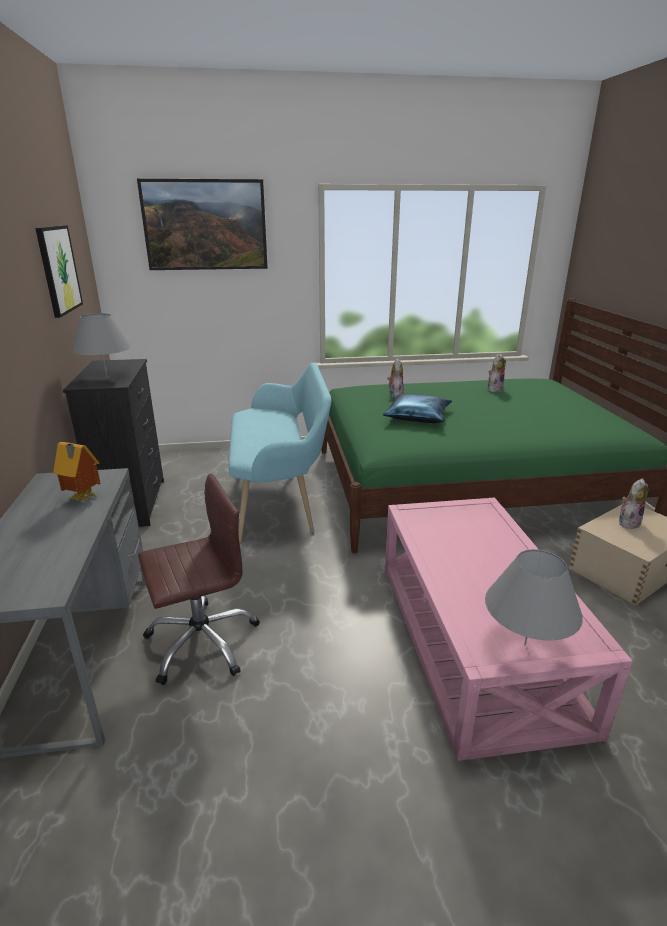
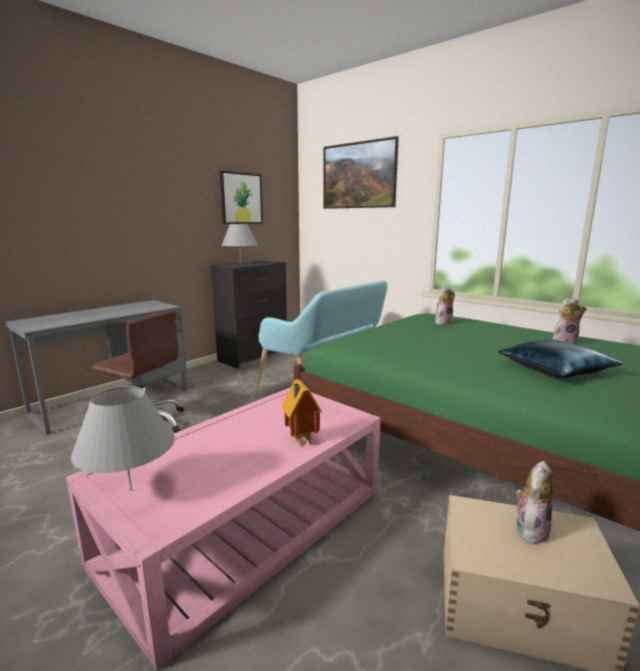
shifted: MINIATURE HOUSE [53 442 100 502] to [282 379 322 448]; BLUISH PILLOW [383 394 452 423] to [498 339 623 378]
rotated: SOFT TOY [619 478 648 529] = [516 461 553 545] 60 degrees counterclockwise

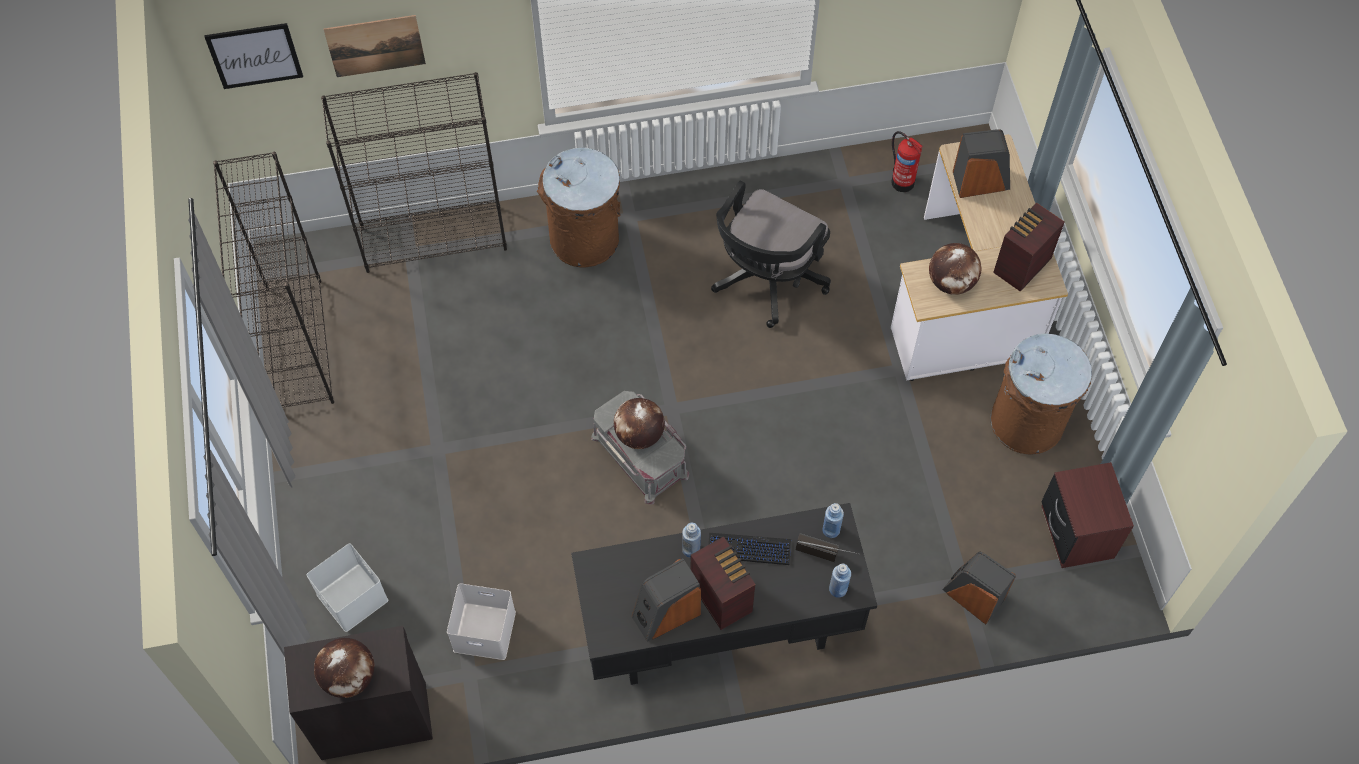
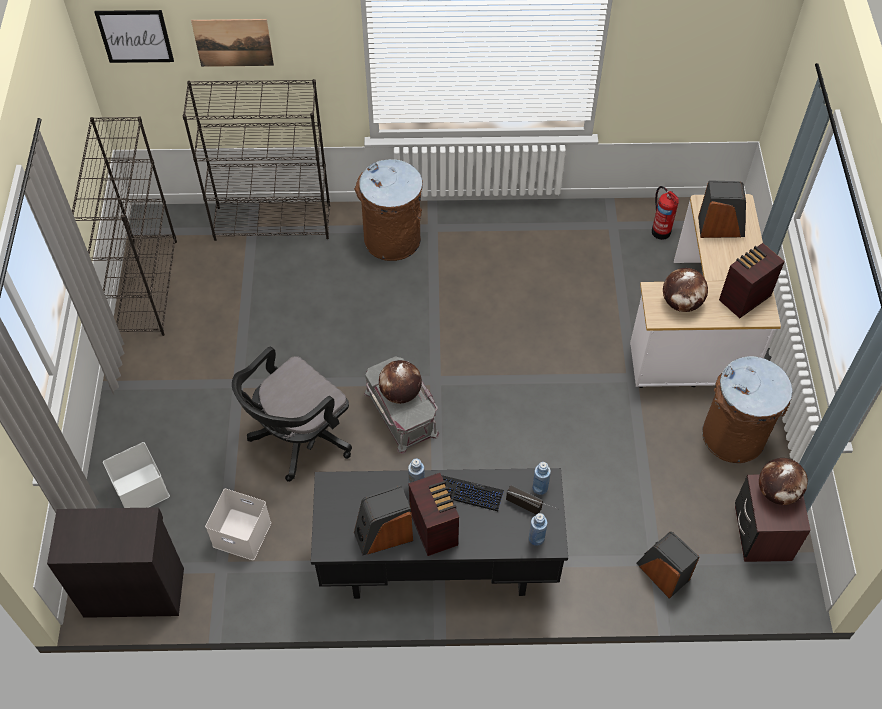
shifted: WORLD GLOBE [314 638 374 698] to [759 458 808 505]; BLACK-COLOURED COMPUTER CHAIR [711 181 831 328] to [232 346 352 482]

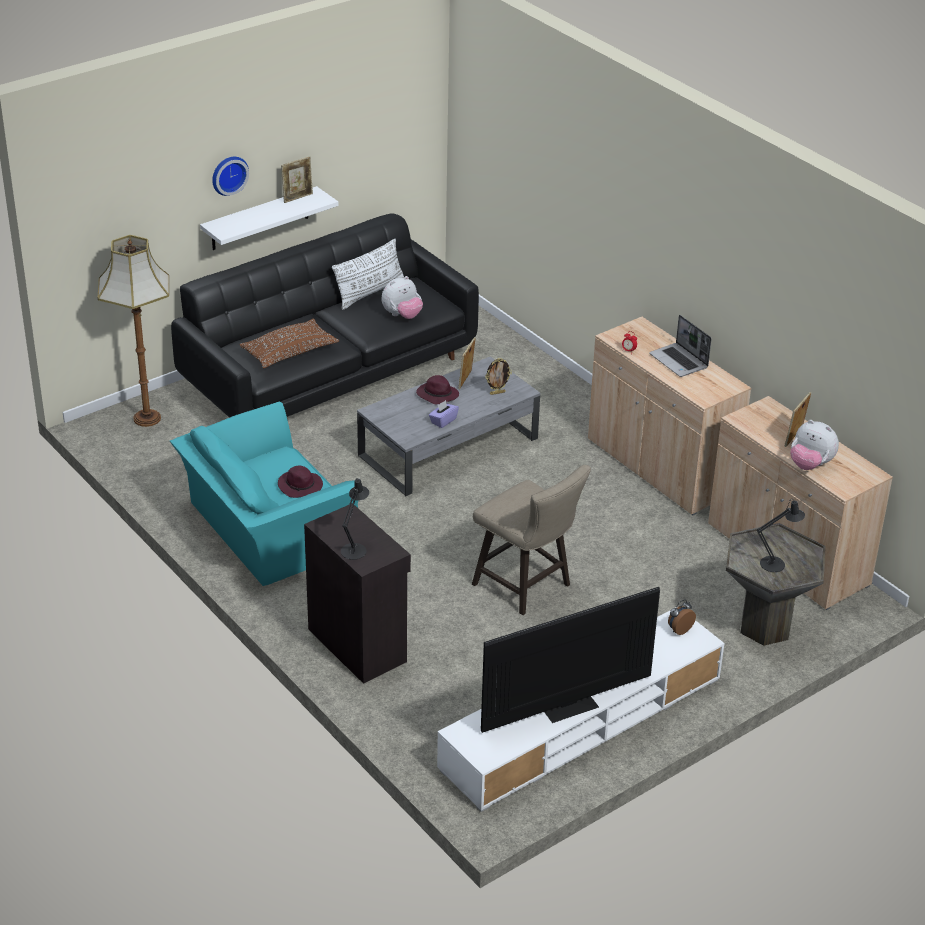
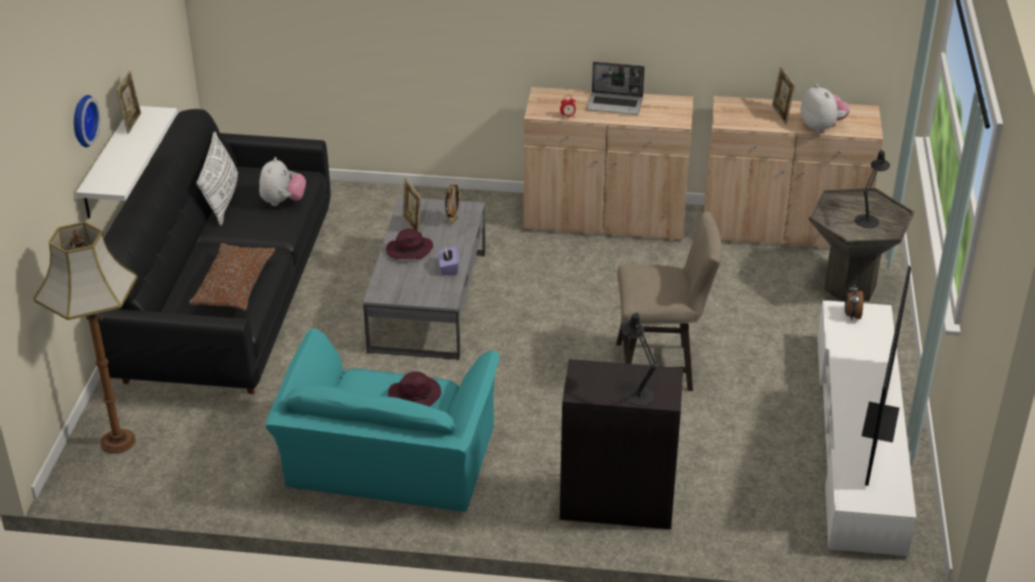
rotated: SOFT TOY [790 420 839 470] = [800 84 850 133] 105 degrees counterclockwise

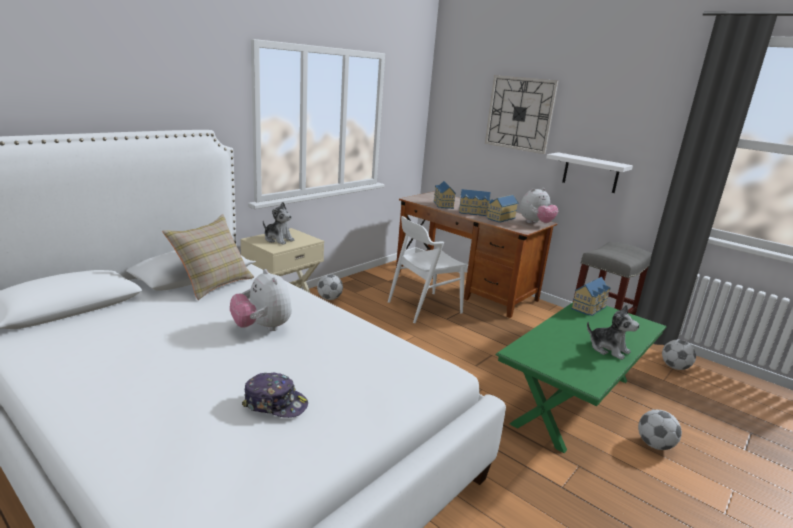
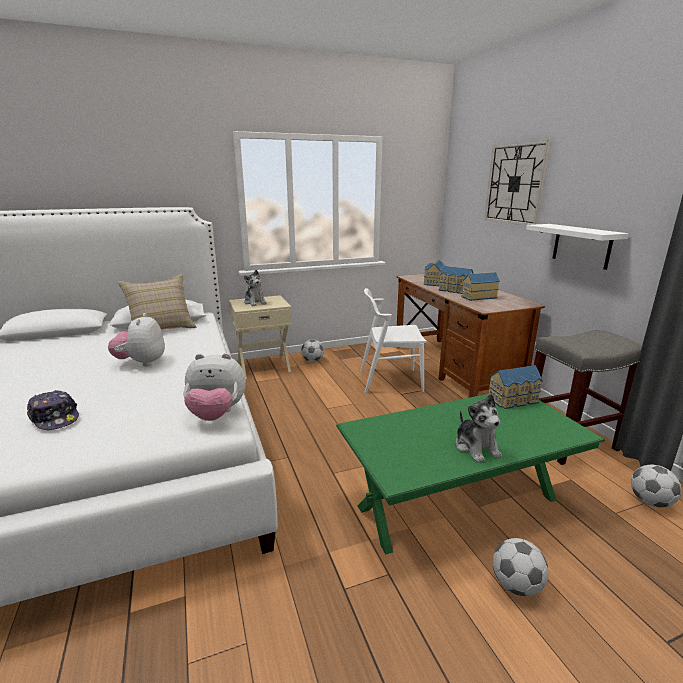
shifted: SOFT TOY [520 188 558 223] to [183 353 246 421]

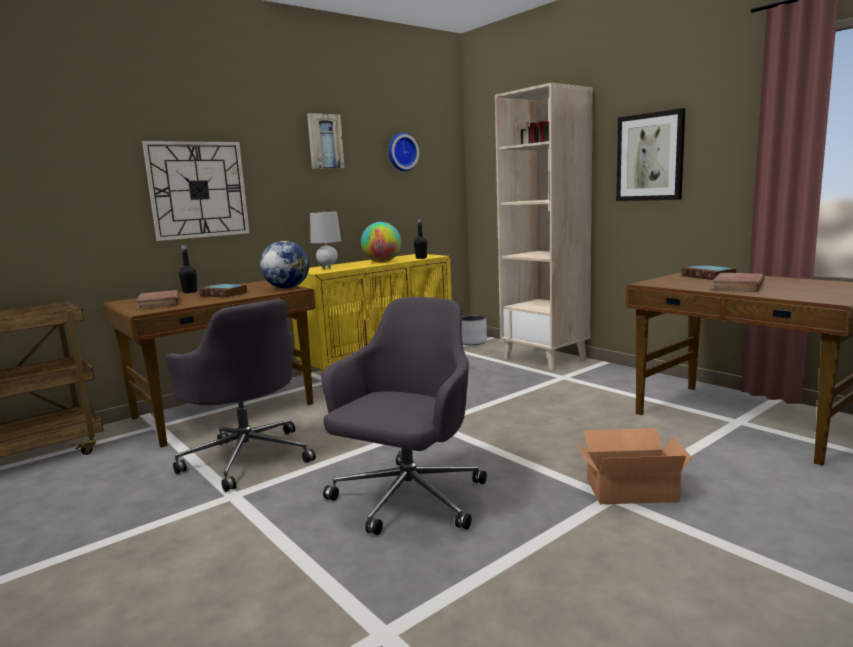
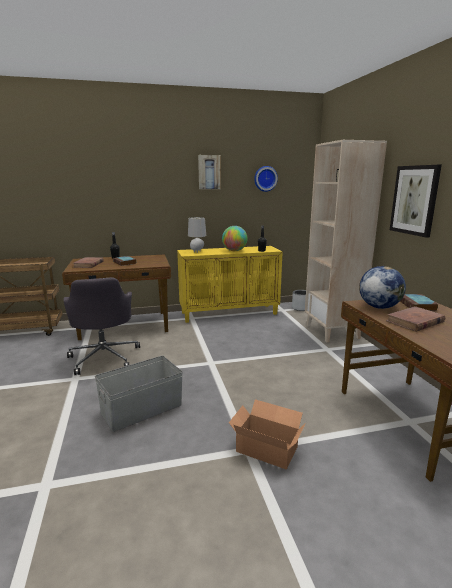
gone: WALL CLOCK [142 141 249 241]
shifted: WORLD GLOBE [260 240 309 289] to [359 266 406 309]
swapped: GREY COMPUTER CHAIR [322 297 487 535] to GREY STORAGE BIN [95 356 183 432]

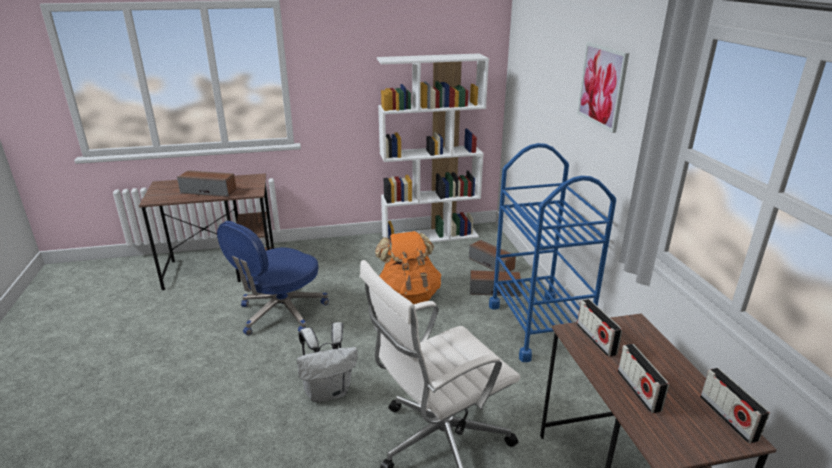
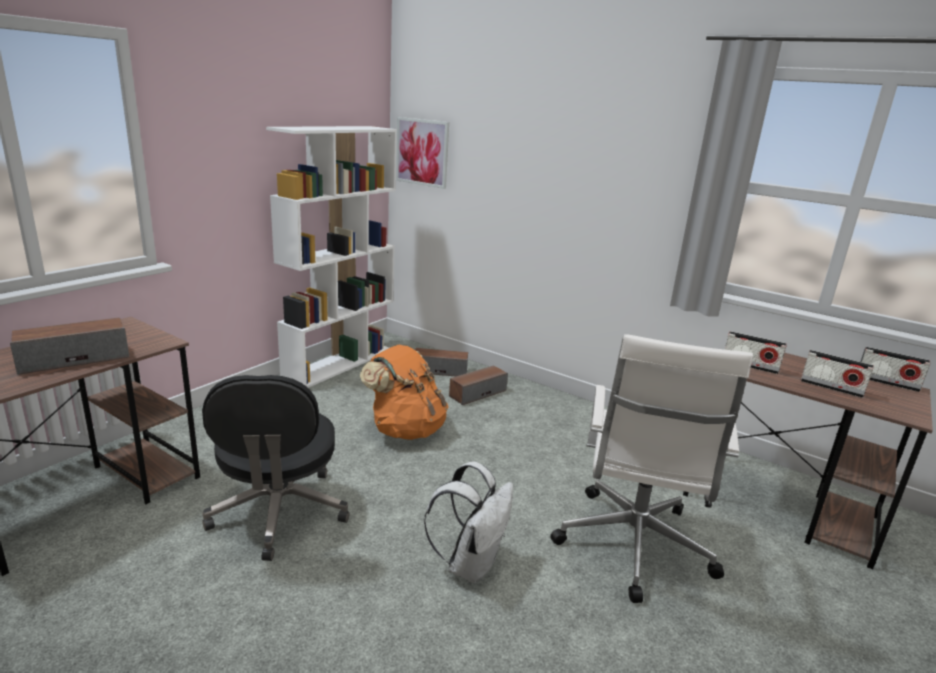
gone: BLUISH CART [489 143 616 362]
shifted: WALL PICTURE [577 42 629 133] to [396 117 449 189]
repainted: BLUISH COMPUTER CHAIR [217 221 329 335] to BLACK-COLOURED COMPUTER CHAIR [202 375 350 561]

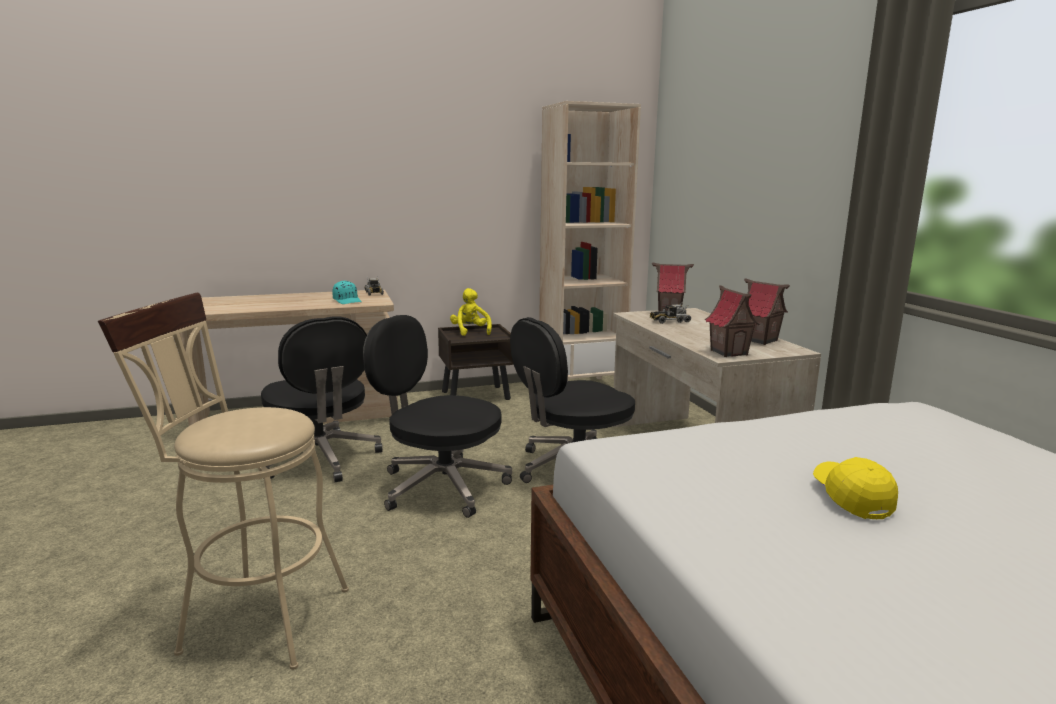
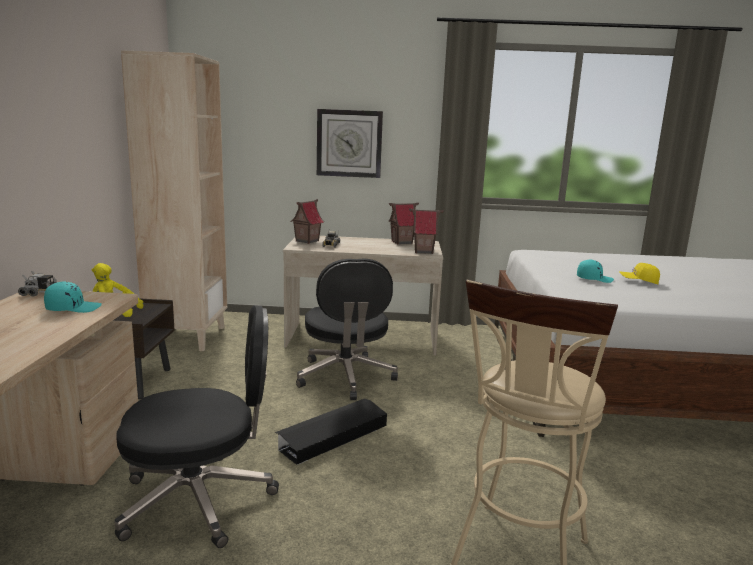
new: WALL CLOCK [317 109 383 178]; TURQUOISE CAP [577 260 614 283]
swapped: BLACK-COLOURED COMPUTER CHAIR [363 315 512 518] to BLACK-COLOURED STORAGE BIN [275 398 387 465]

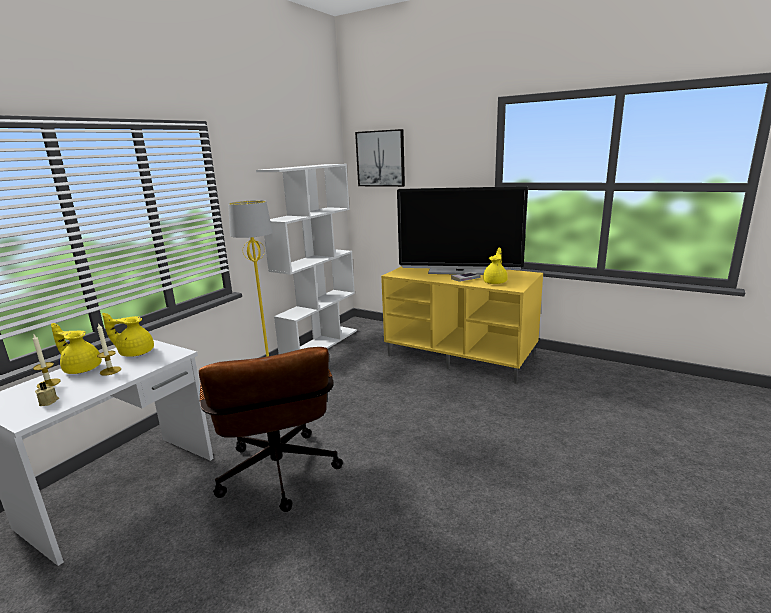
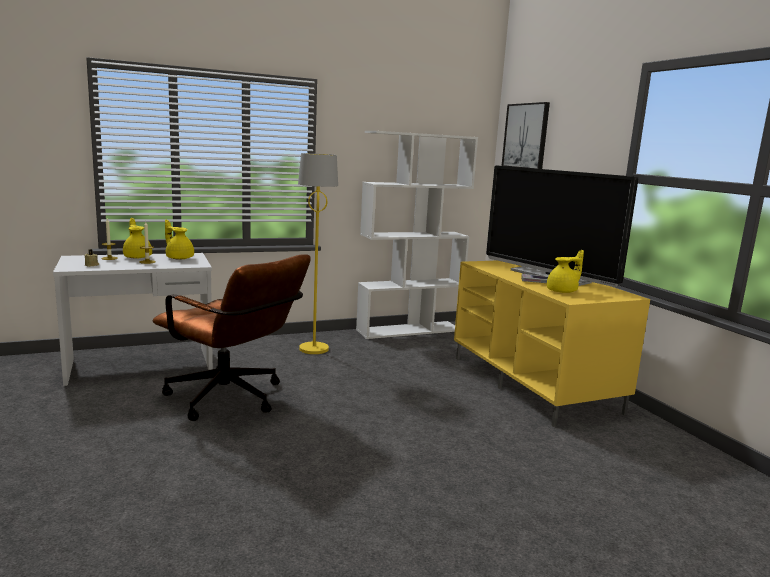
rotated: BROWNISH COMPUTER CHAIR [199 347 343 512] = [152 254 311 421] 75 degrees counterclockwise

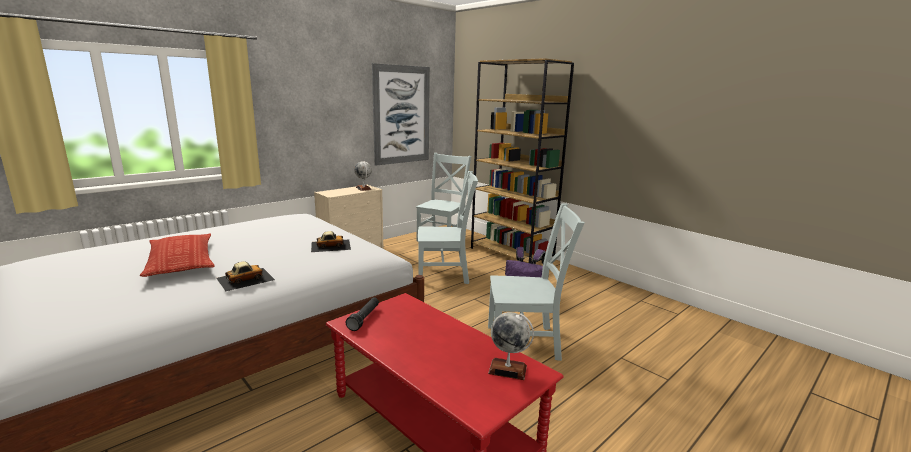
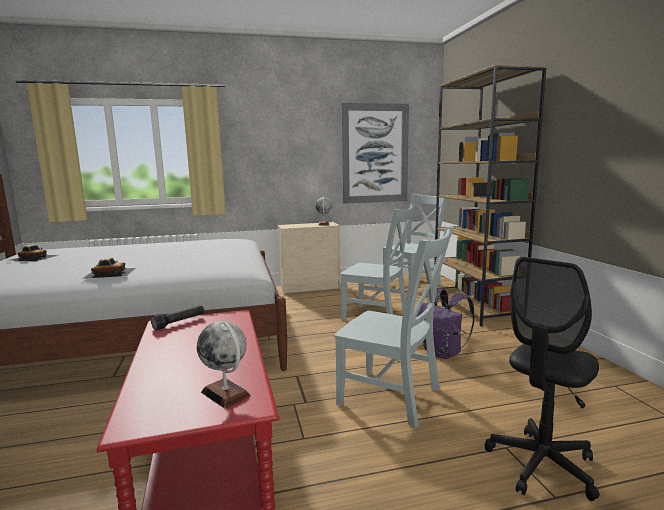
gone: PILLOW [140 233 215 277]
new: BLACK-COLOURED COMPUTER CHAIR [485 257 599 501]
shifted: TOY CAR [311 231 351 252] to [10 245 59 261]

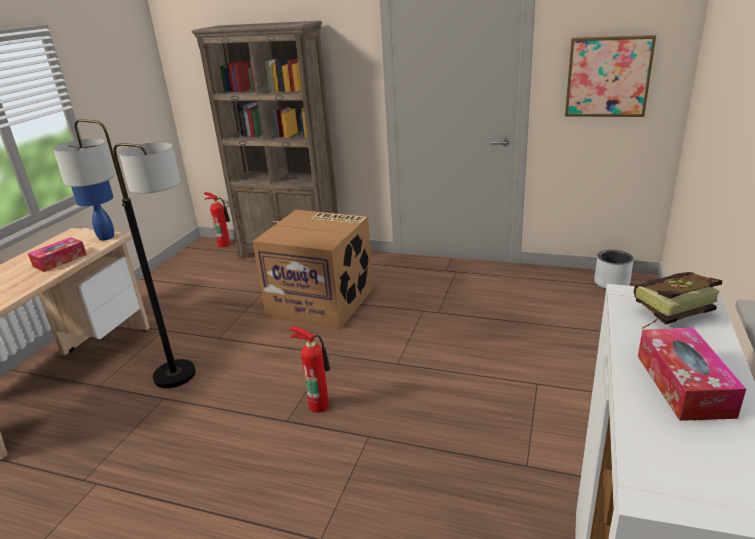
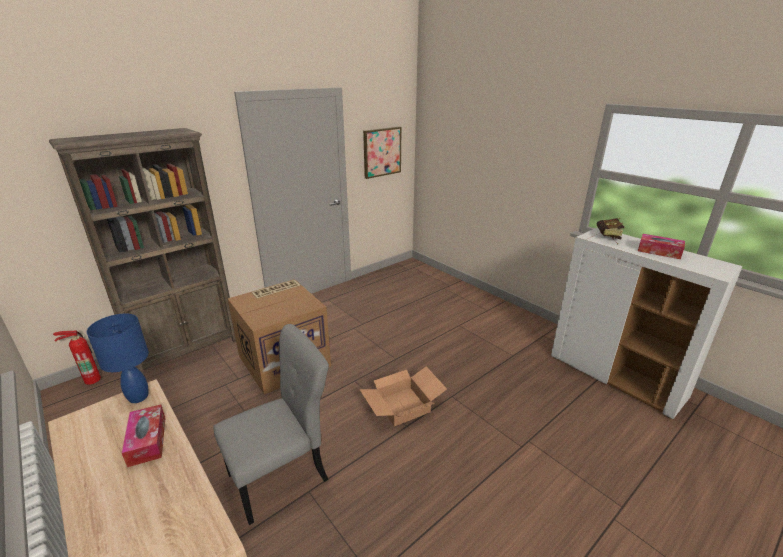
gone: GREY PLANTER [594 250 634 289]
swapped: STANDING LAMP [53 119 196 388] to GREY CHAIR [213 324 329 525]; EXTINGUISHER [290 326 330 413] to CARTON [359 366 447 426]

